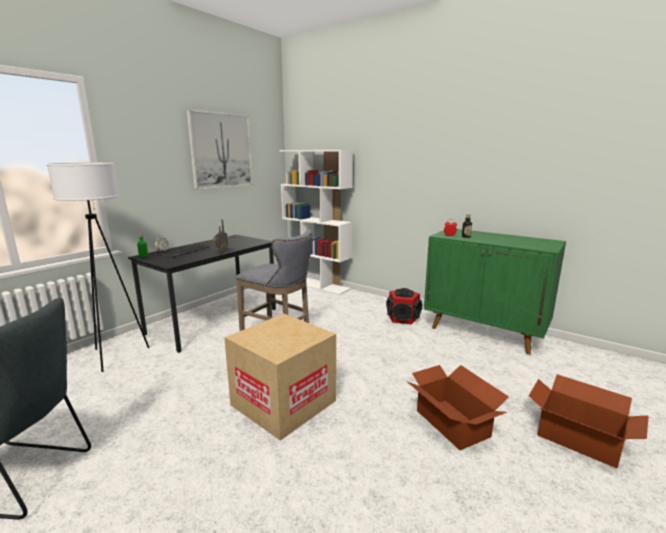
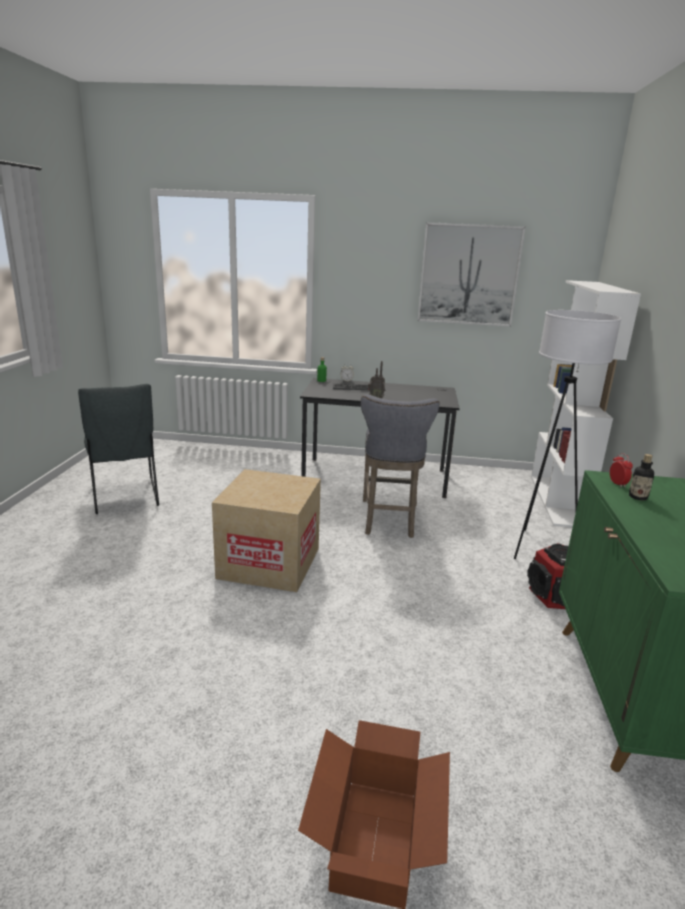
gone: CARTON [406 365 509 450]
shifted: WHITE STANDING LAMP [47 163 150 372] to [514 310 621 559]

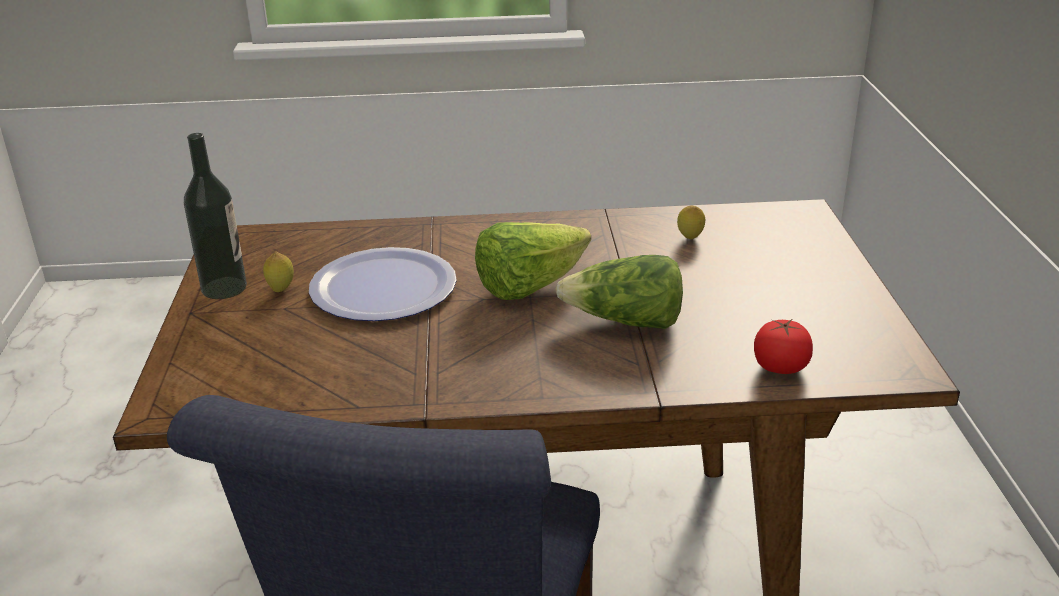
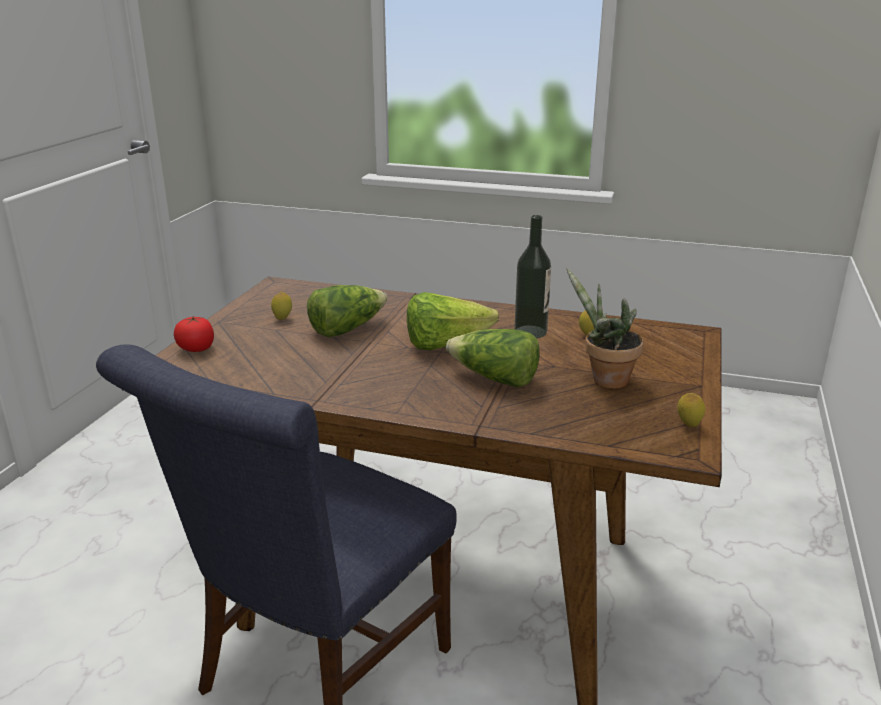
new: HOUSEPLANT [567 268 644 389]; WHOLE LEMON [677 393 705 427]
shifted: DRINK BOTTLE [184 133 247 299] to [514 215 551 338]; FRESH TOMATO [754 319 813 374] to [174 316 214 352]
swapped: DINNER PLATE [309 247 457 321] to HEAD OF LETTUCE [307 285 387 337]

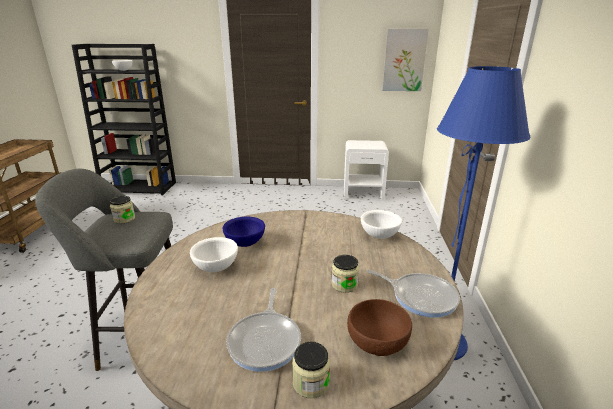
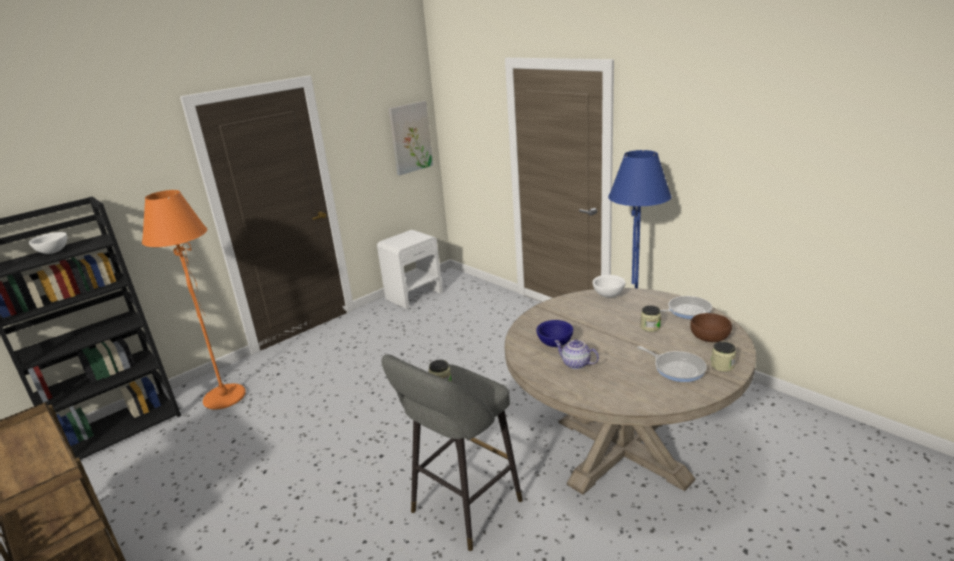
new: ORANGE-COLOURED STANDING LAMP [142 190 246 410]
swapped: WHITE BOWL [190 237 238 272] to TEAPOT [554 339 599 369]

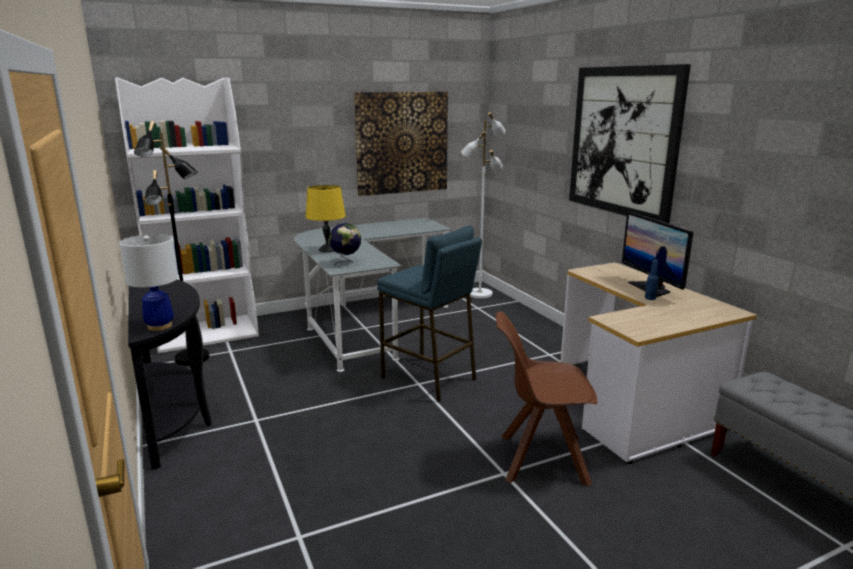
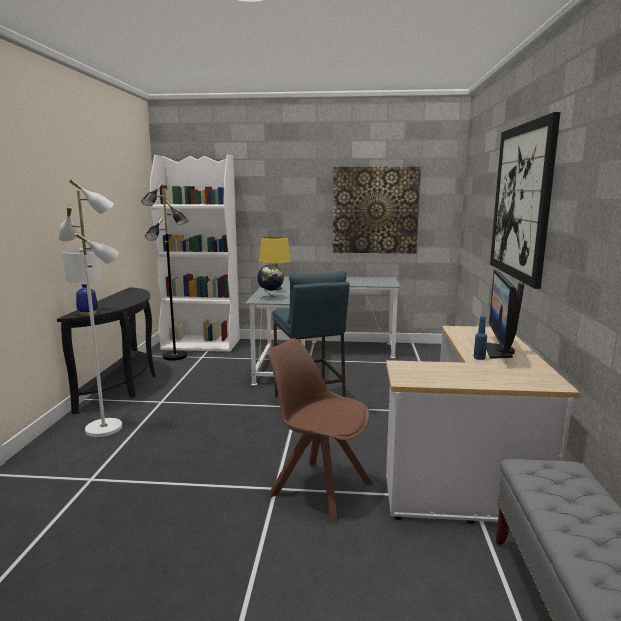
shifted: WHITE STANDING LAMP [461 112 506 299] to [58 178 122 437]

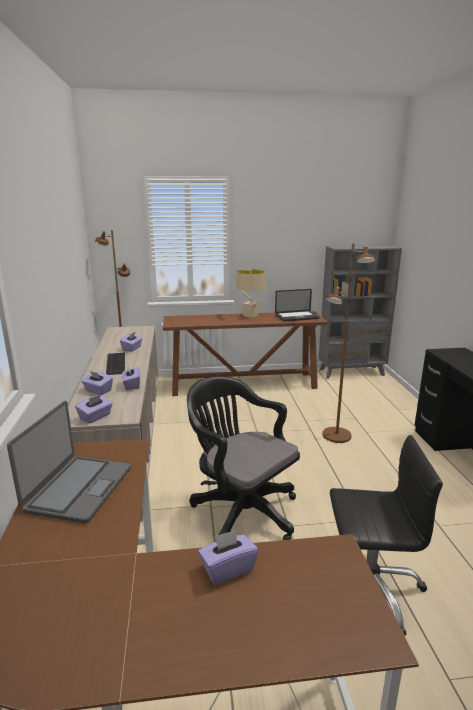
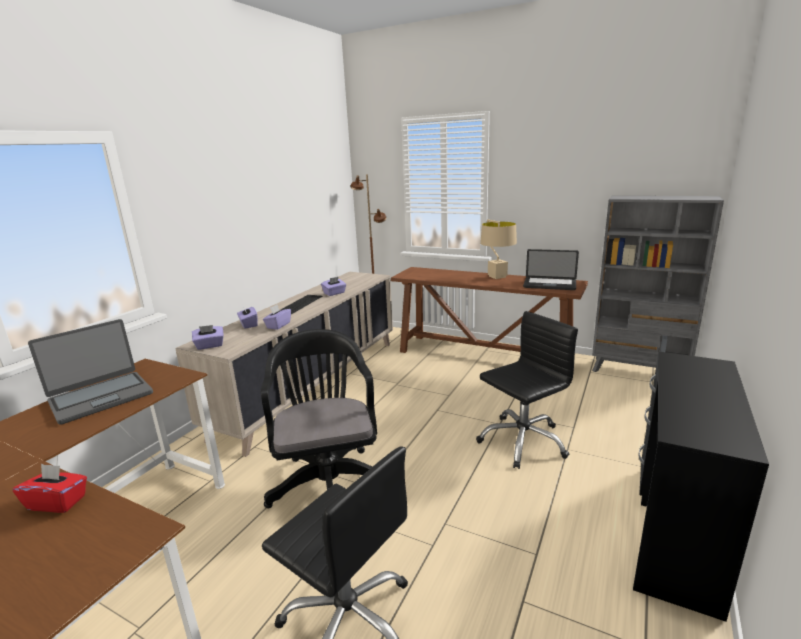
swapped: BROWNISH STANDING LAMP [322 244 375 443] to BLACK-COLOURED COMPUTER CHAIR [476 311 578 469]
repainted: PURPLE BOX OF TISSUES [198 530 258 585] to RED BOX OF TISSUES [13 464 87 513]

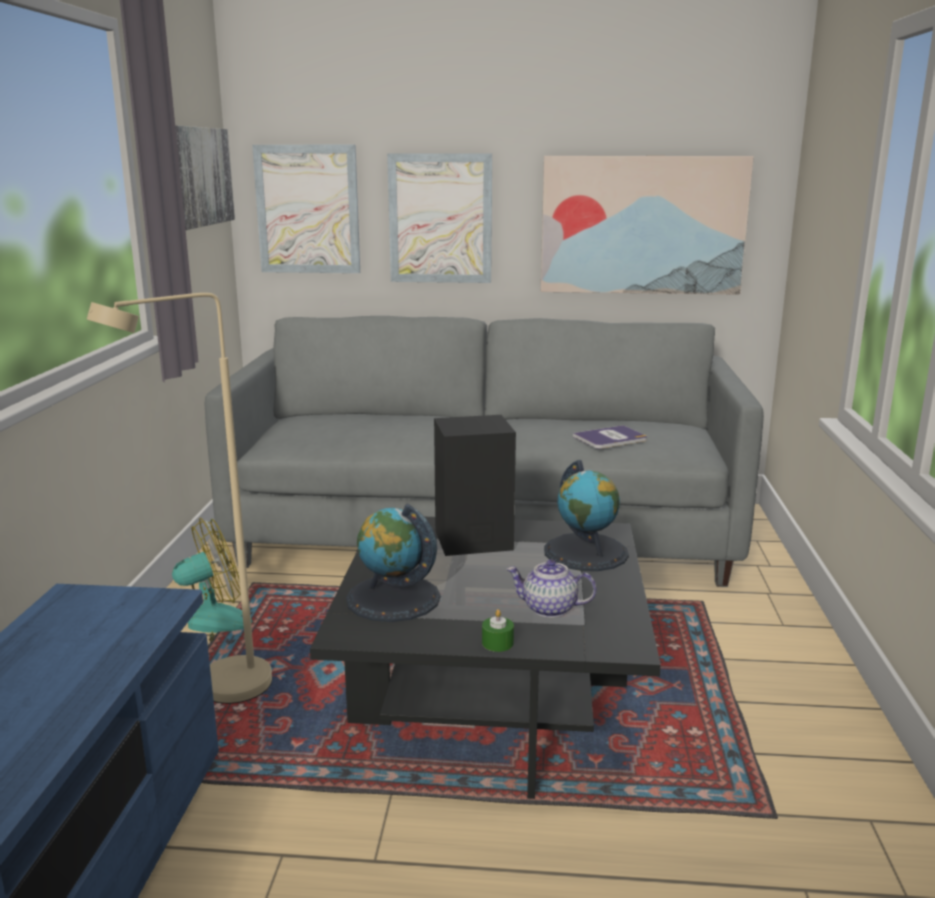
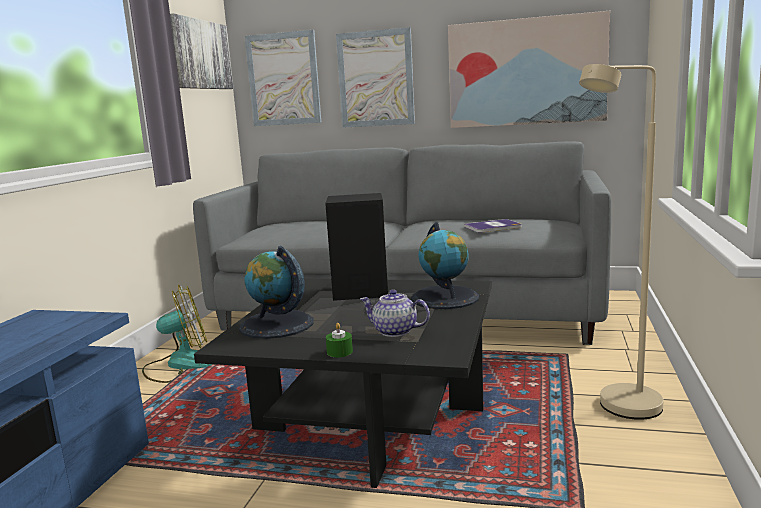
shifted: SAND-COLOURED STANDING LAMP [87 293 272 704] to [579 64 664 420]

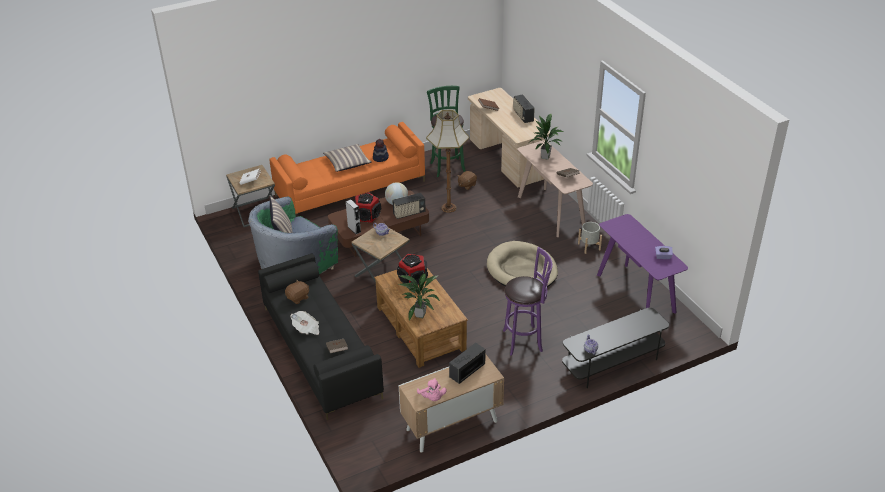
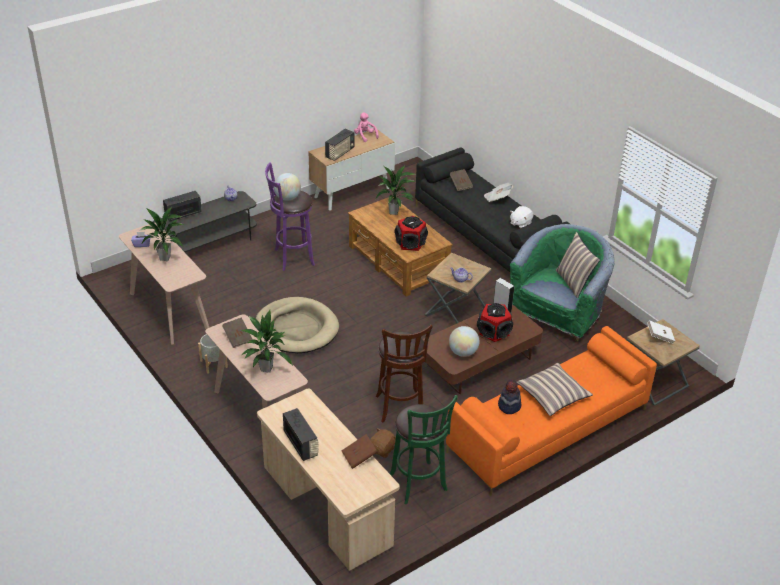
new: HOUSEPLANT [139 207 184 261]; WORLD GLOBE [274 173 301 201]
shifted: RADIO RECEIVER [392 193 426 219] to [163 191 202 222]
swapped: STANDING LAMP [426 110 470 213] to BROWNISH SITTING STOOL [376 324 433 422]
repainted: BROWNISH SOFT TOY [285 280 309 304] to WHITE SOFT TOY [510 206 533 228]; PURPLE NARROW TABLE [597 214 688 314] to SAND-COLOURED NARROW TABLE [119 223 209 344]

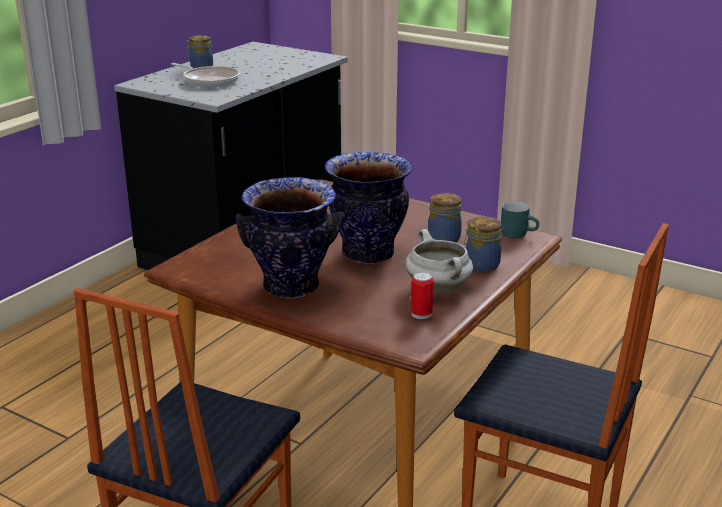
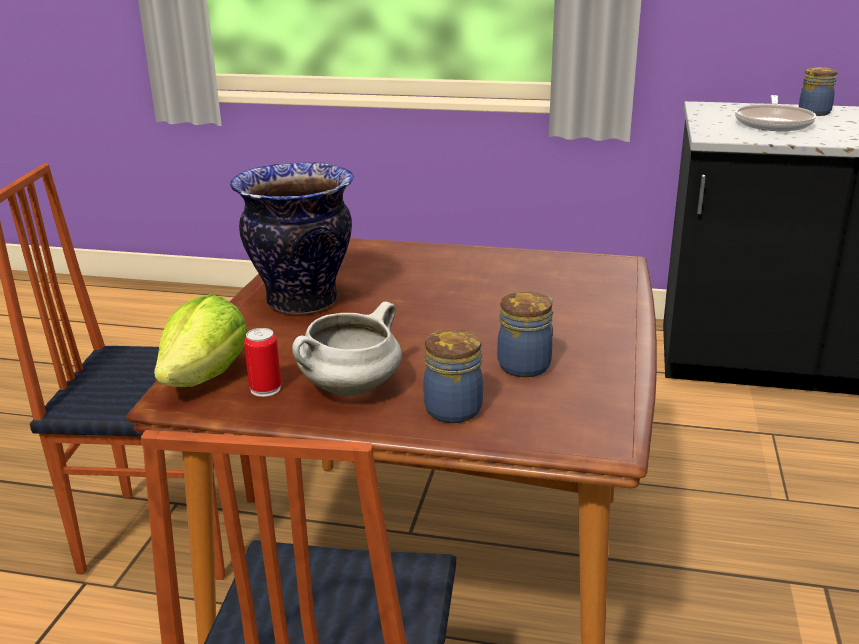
gone: DECORATIVE VASE [325 152 413 264]; TURQUOISE TEA MUG [501 201 539 239]
new: HEAD OF LETTUCE [154 294 248 387]

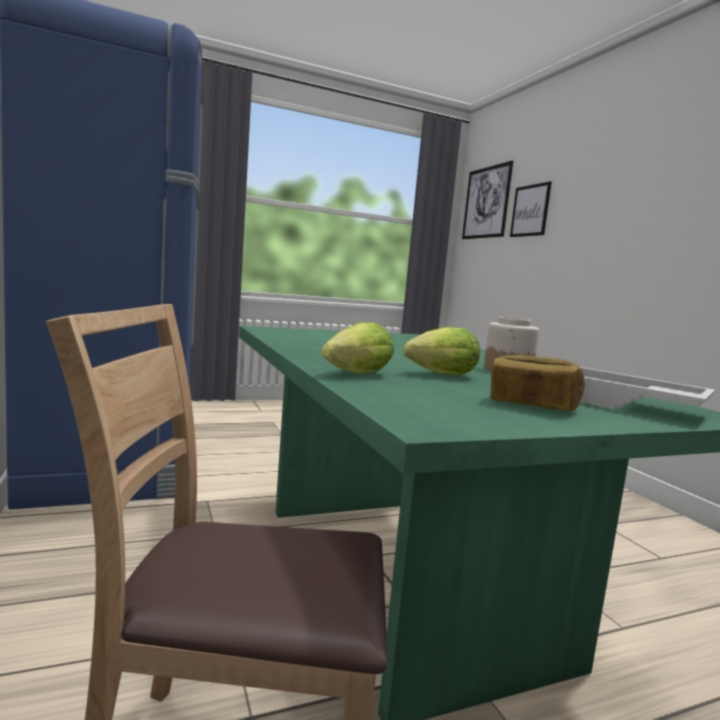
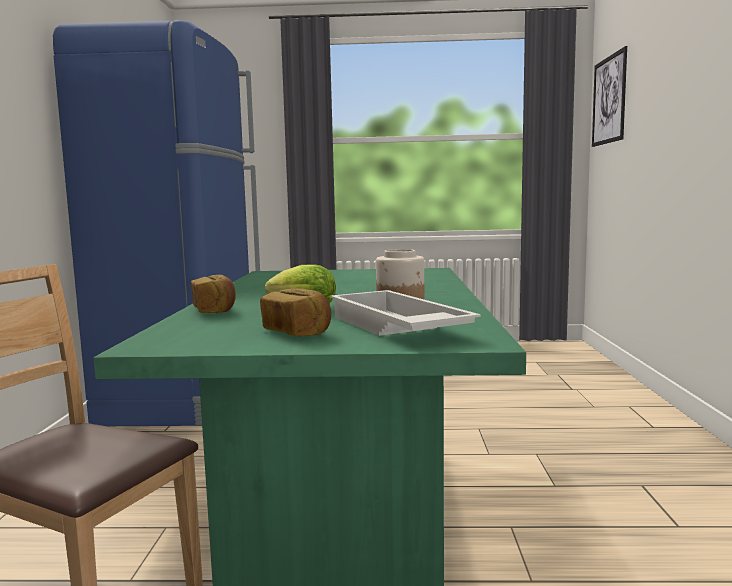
gone: WALL PICTURE [510 181 552 237]
swapped: HEAD OF LETTUCE [322 322 394 373] to BREAD [191 275 236 313]

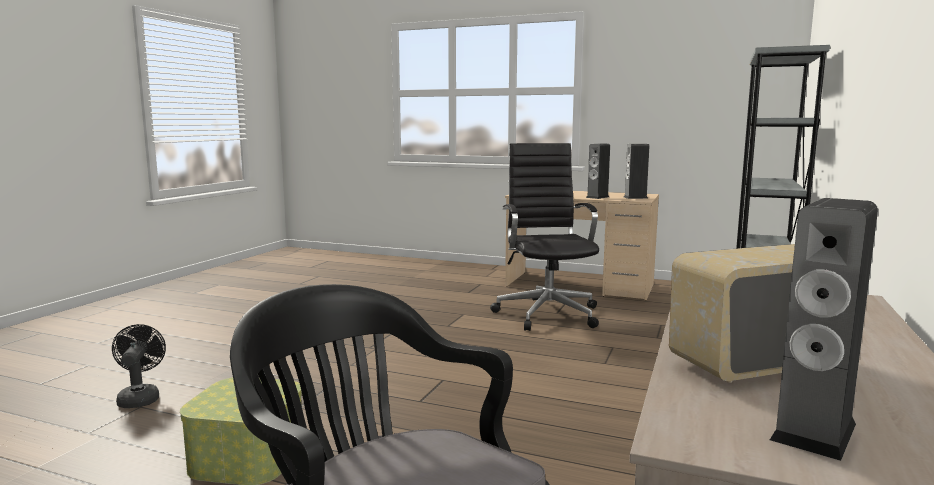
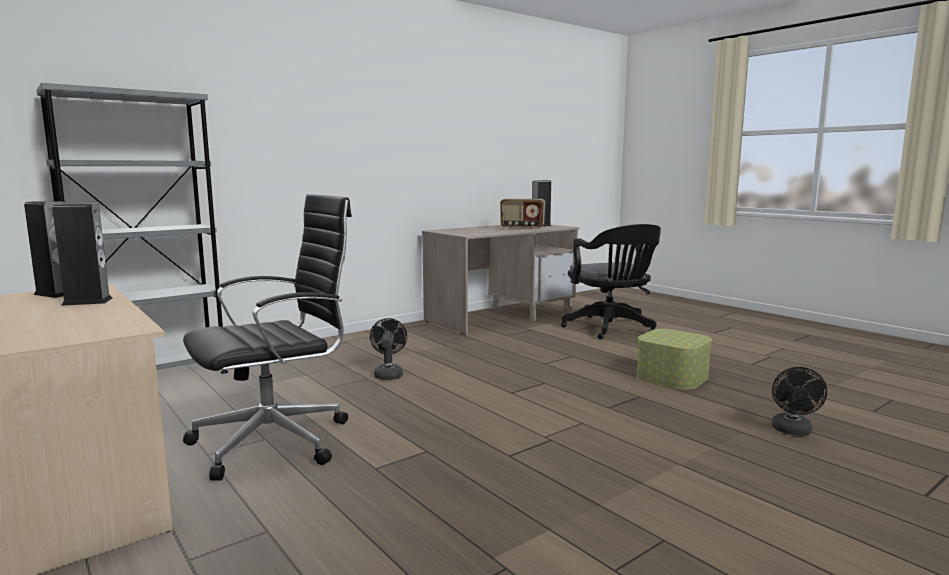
new: BLACK-COLOURED FAN [370 318 407 380]
rotated: BLACK-COLOURED COMPUTER CHAIR [490 143 599 331] = [183 194 352 481] 150 degrees counterclockwise

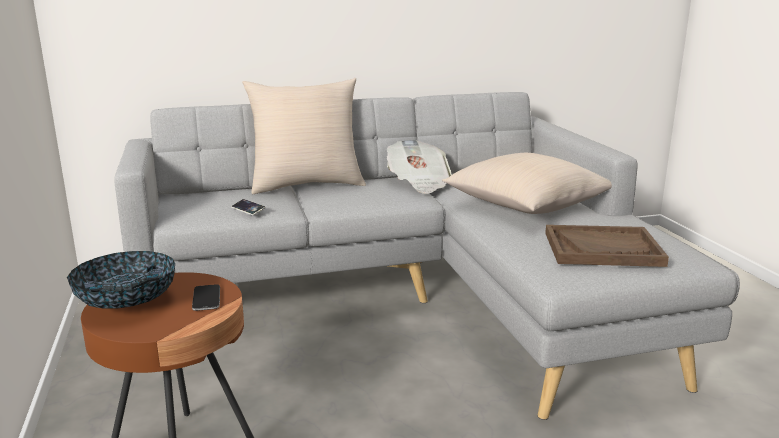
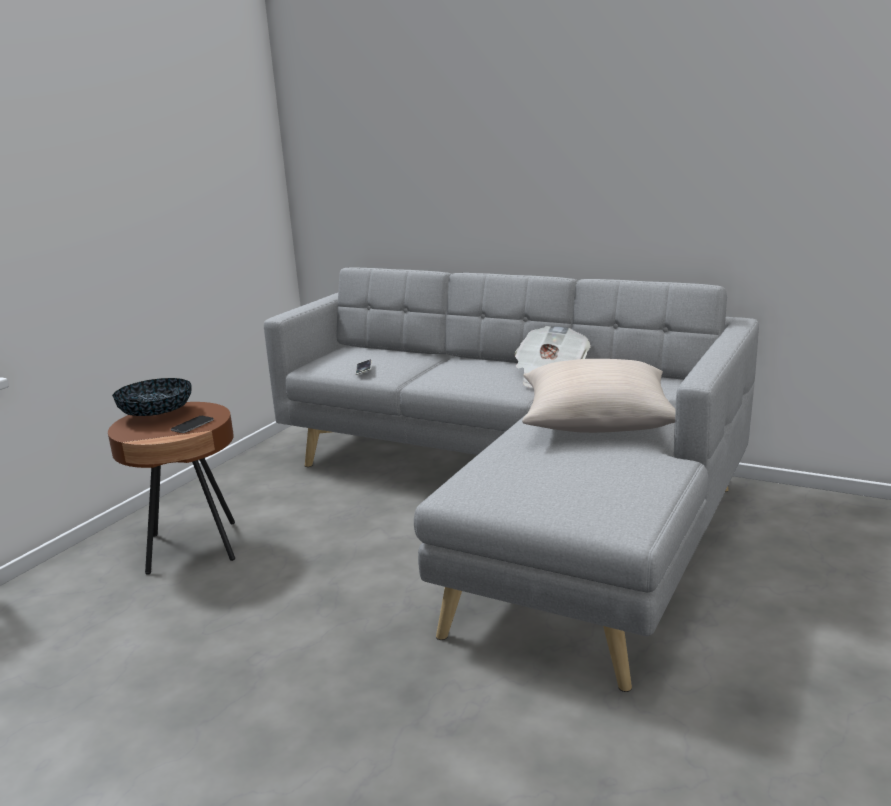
gone: SAND-COLOURED PILLOW [242 78 366 194]; BROWNISH CARRYING TRAY [545 225 669 267]

